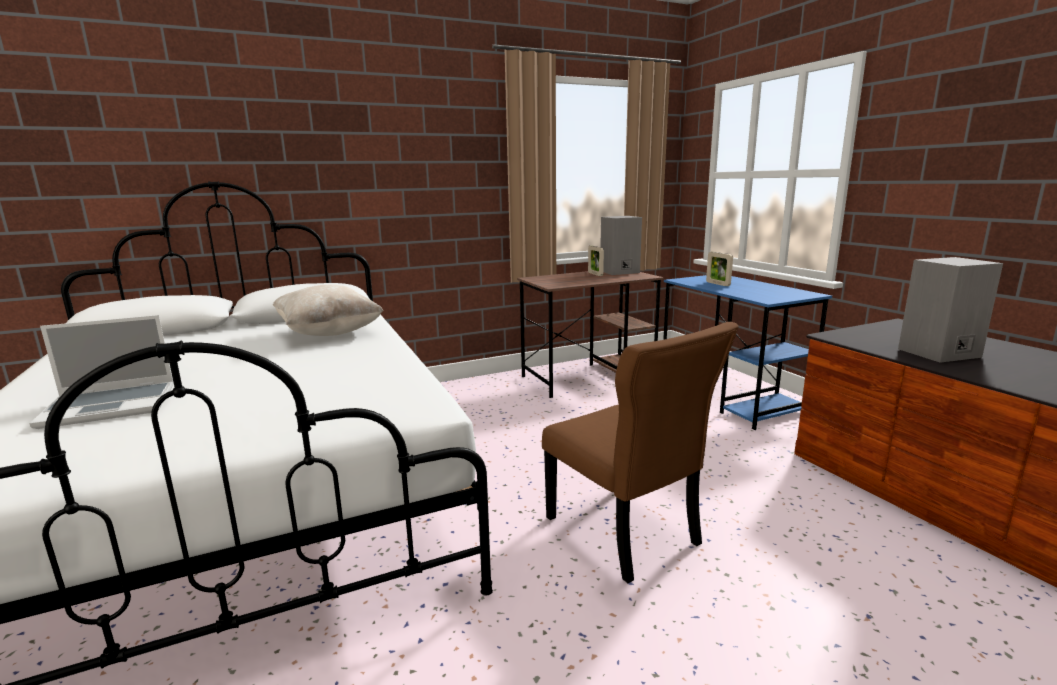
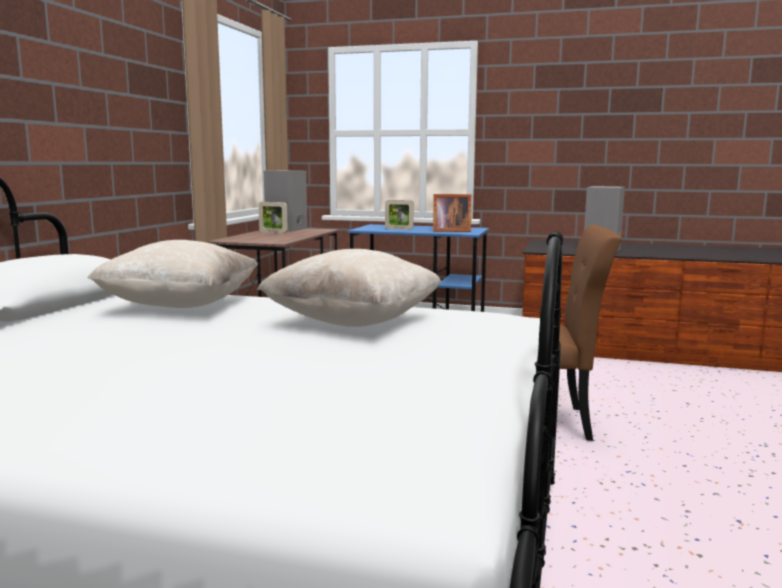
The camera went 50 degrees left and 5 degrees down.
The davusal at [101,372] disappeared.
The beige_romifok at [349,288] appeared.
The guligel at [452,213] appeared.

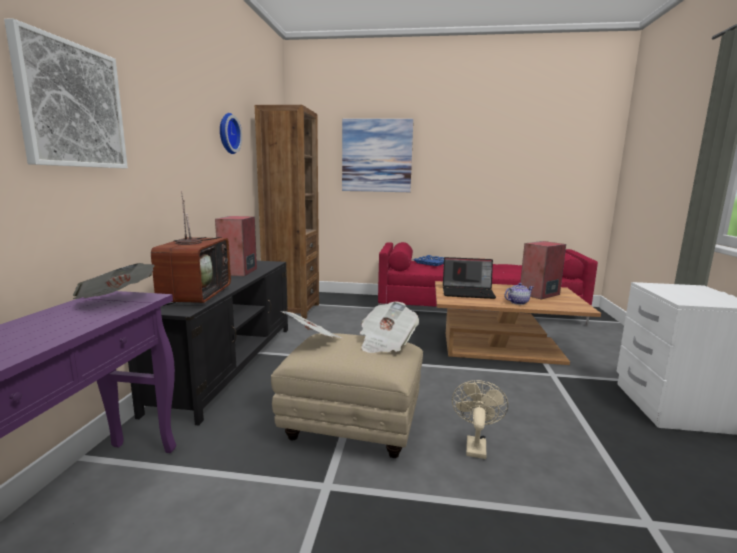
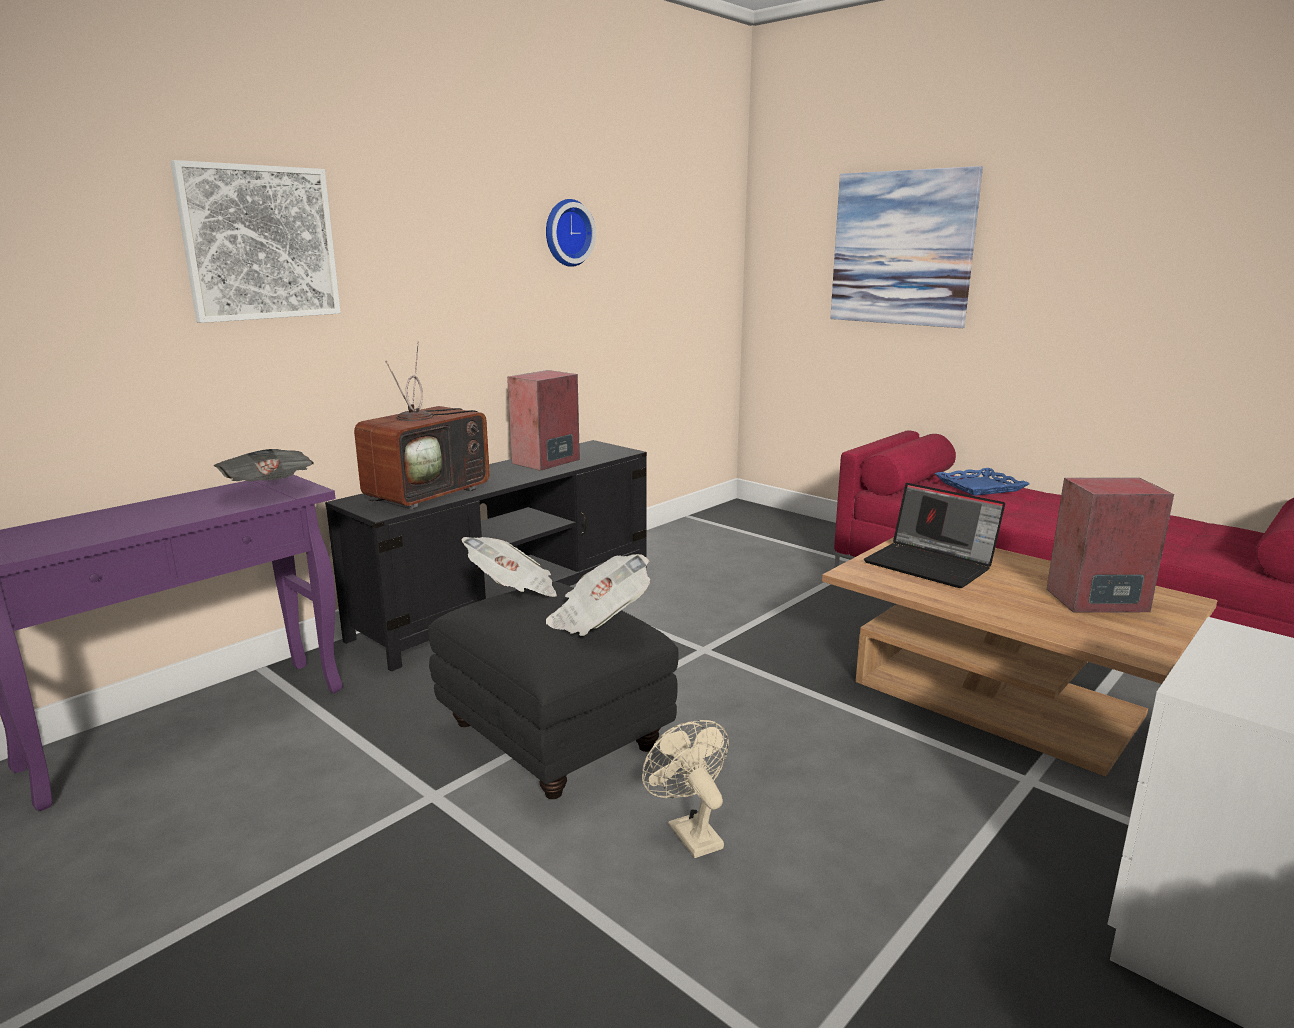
The camera went 35 degrees right and 5 degrees up.
The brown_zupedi at [287,212] disappeared.
The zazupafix at [518,294] disappeared.
The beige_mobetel at [347,395] became the black_mobetel at [553,690].
The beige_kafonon at [480,419] turned 75 degrees counterclockwise.

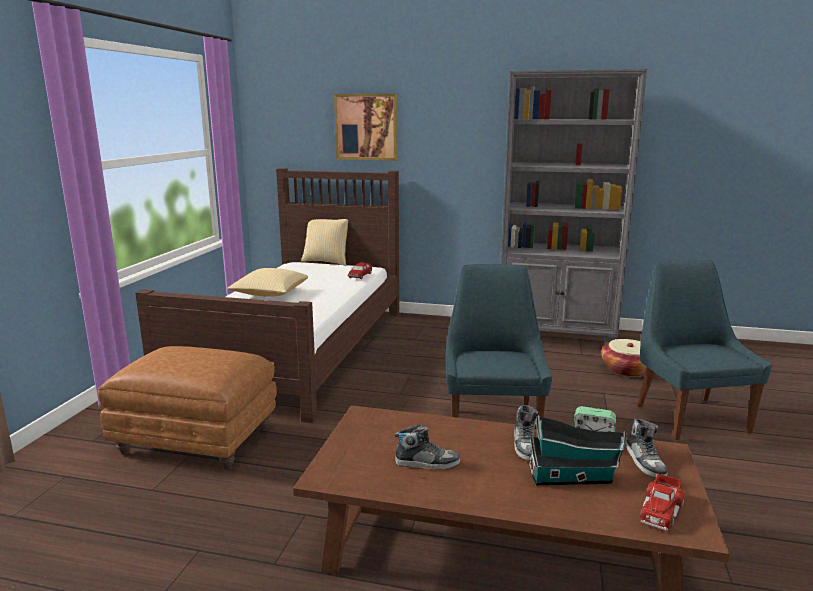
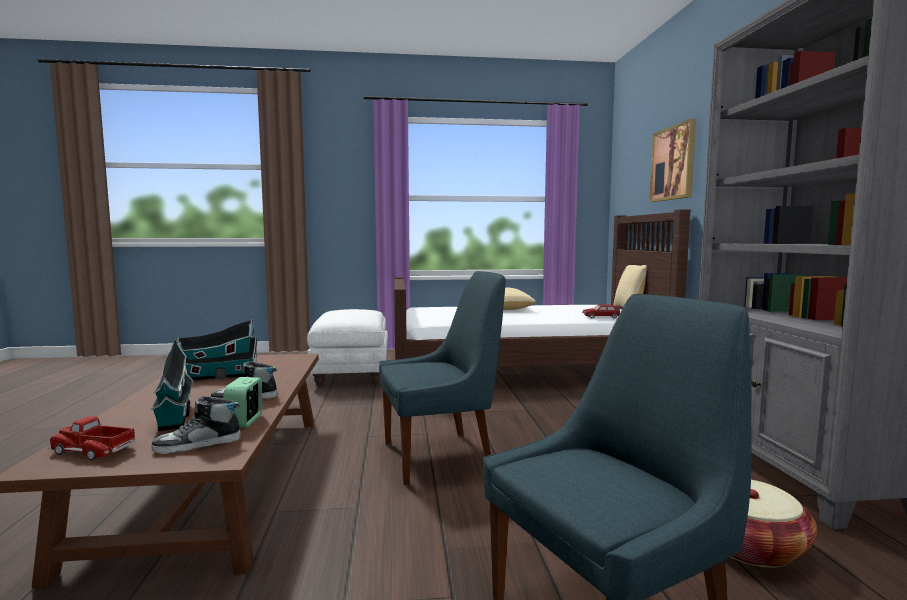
The camera went 70 degrees right and 10 degrees down.
The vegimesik at [427,447] was replaced by the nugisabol at [217,349].
The brown_mobetel at [187,408] became the white_mobetel at [347,348].

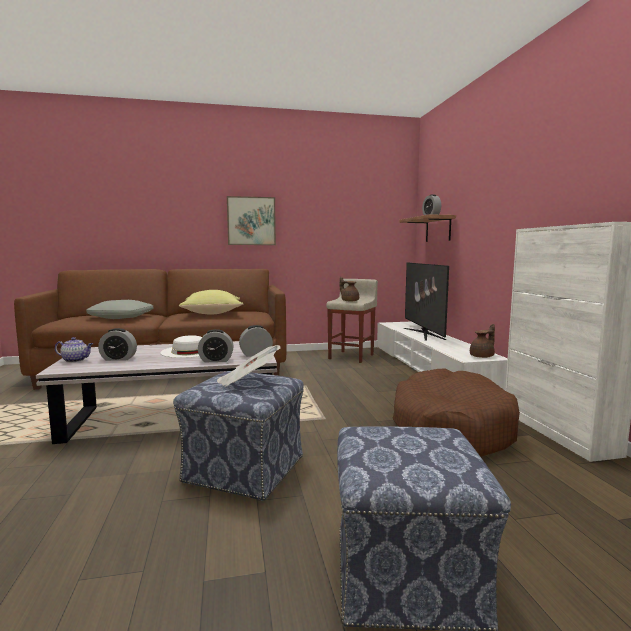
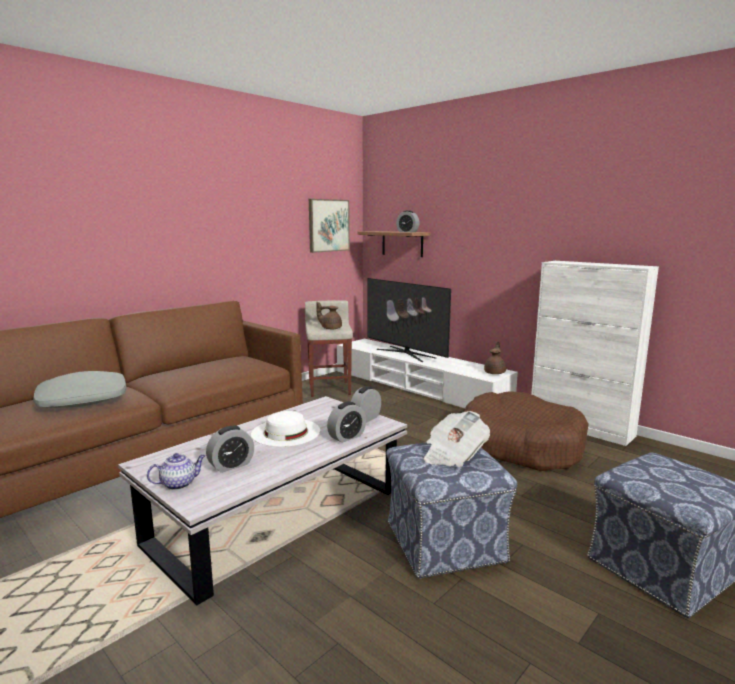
The camera went 35 degrees left and 5 degrees up.
The yellow_romifok at [211,302] disappeared.
The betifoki moved from [251,220] to [329,226].

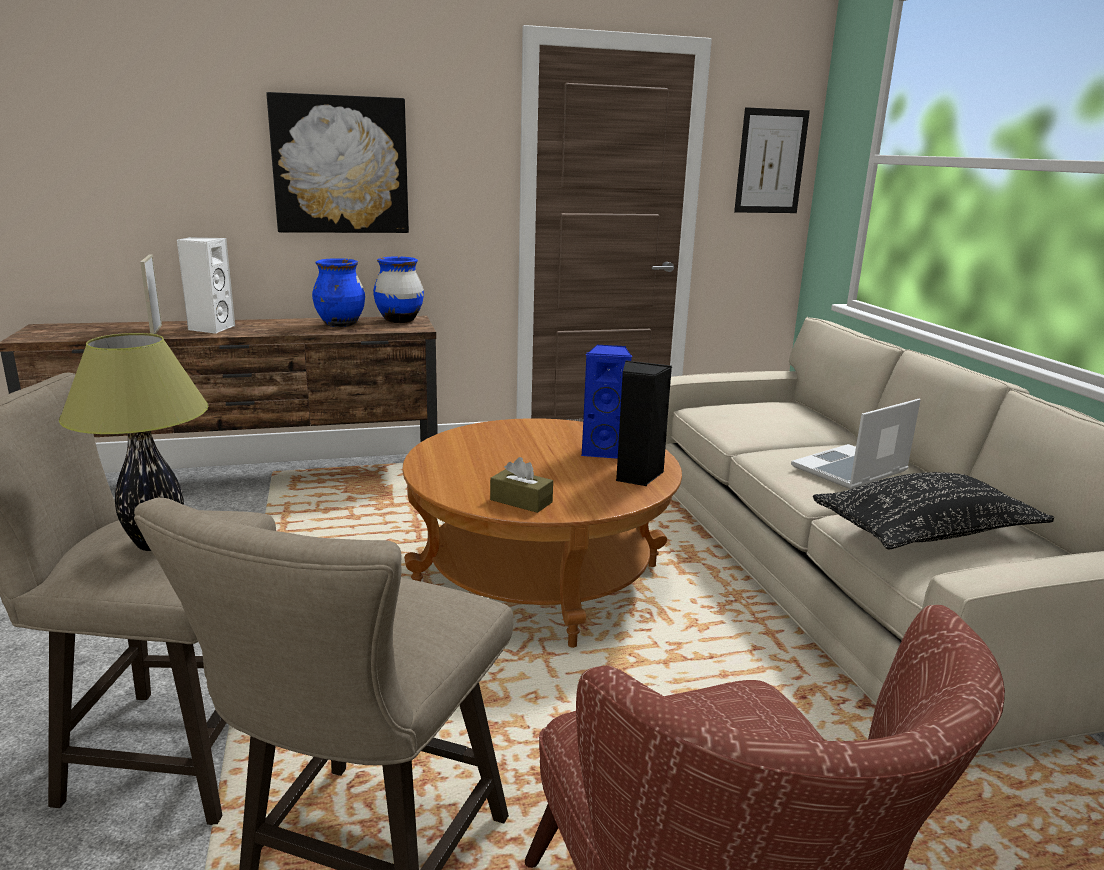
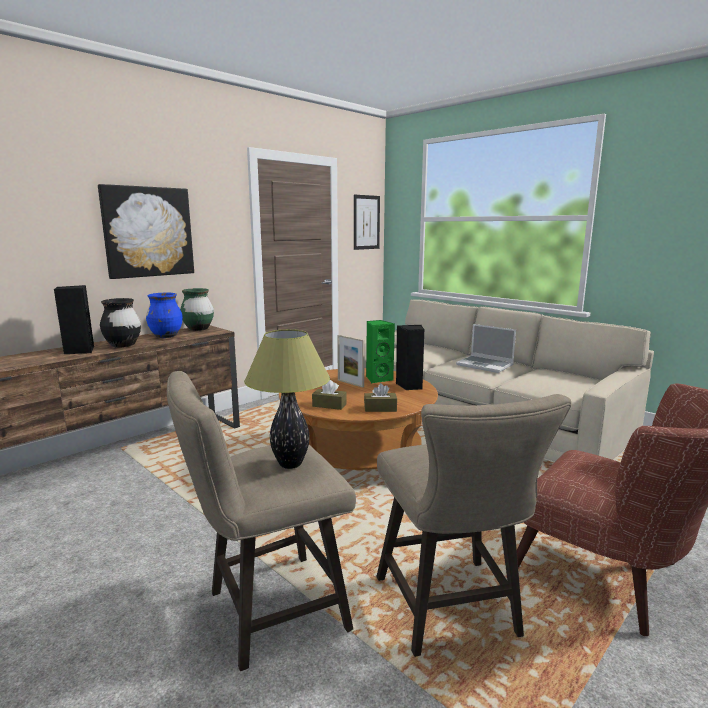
The camera went 30 degrees left and 5 degrees down.
The black_romifok at [933,510] disappeared.
The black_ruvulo at [120,323] appeared.
The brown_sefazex at [329,395] appeared.
The guligel moved from [151,294] to [351,361].
The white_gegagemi at [206,285] became the black_gegagemi at [74,319].
The blue_ruvulo at [398,289] became the green_ruvulo at [197,309].
The blue_gegagemi at [606,402] became the green_gegagemi at [380,351].
The davusal at [856,444] turned 75 degrees counterclockwise.

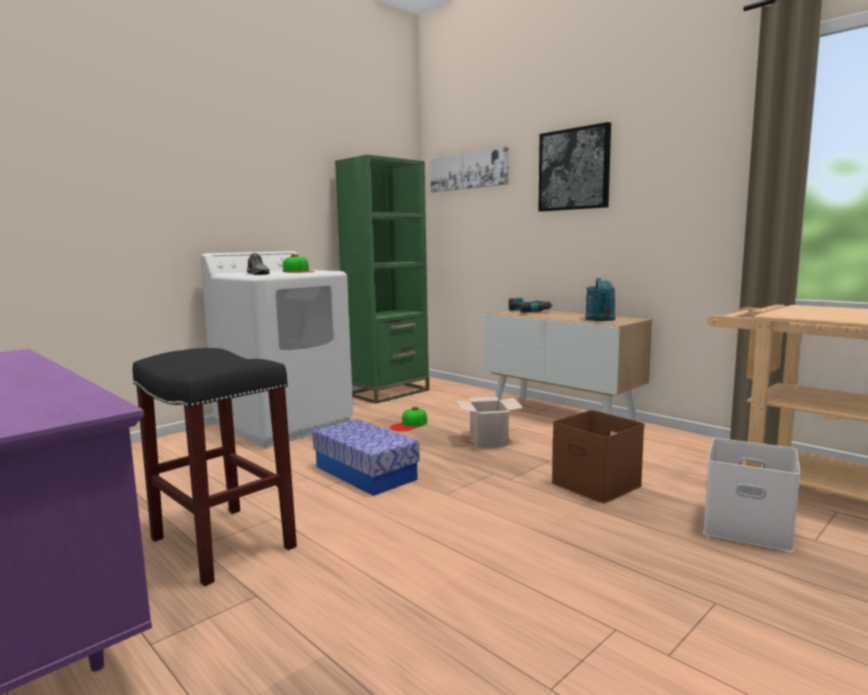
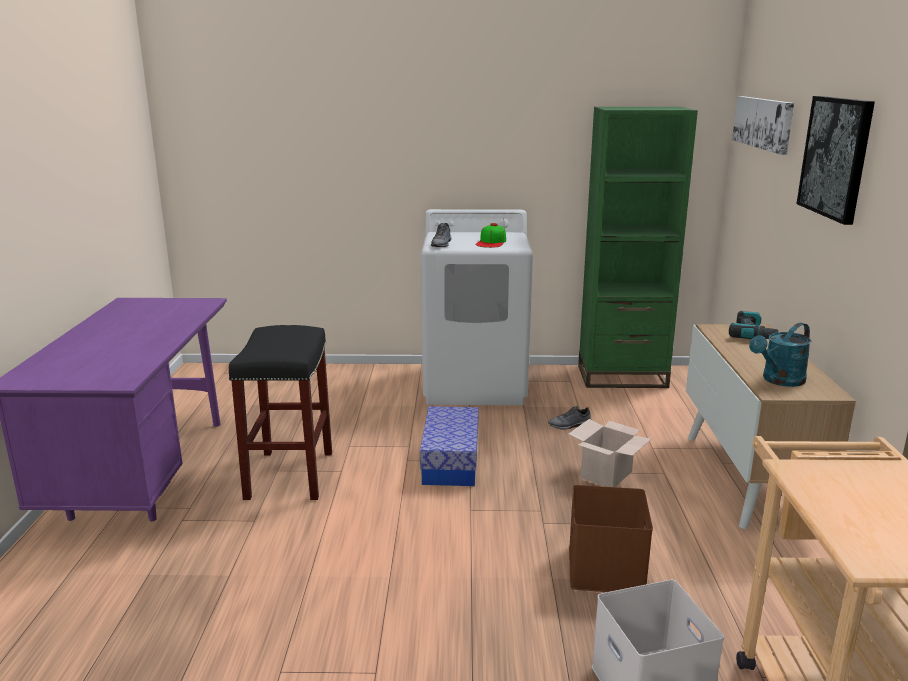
The camera went 45 degrees right and 10 degrees up.
The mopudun at [409,419] was replaced by the grey_vegimesik at [570,418].

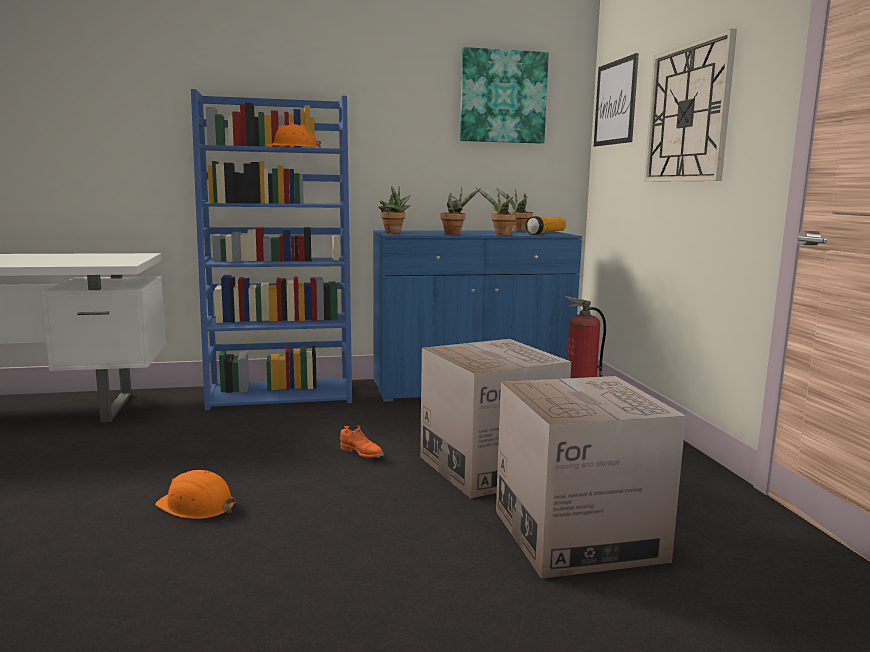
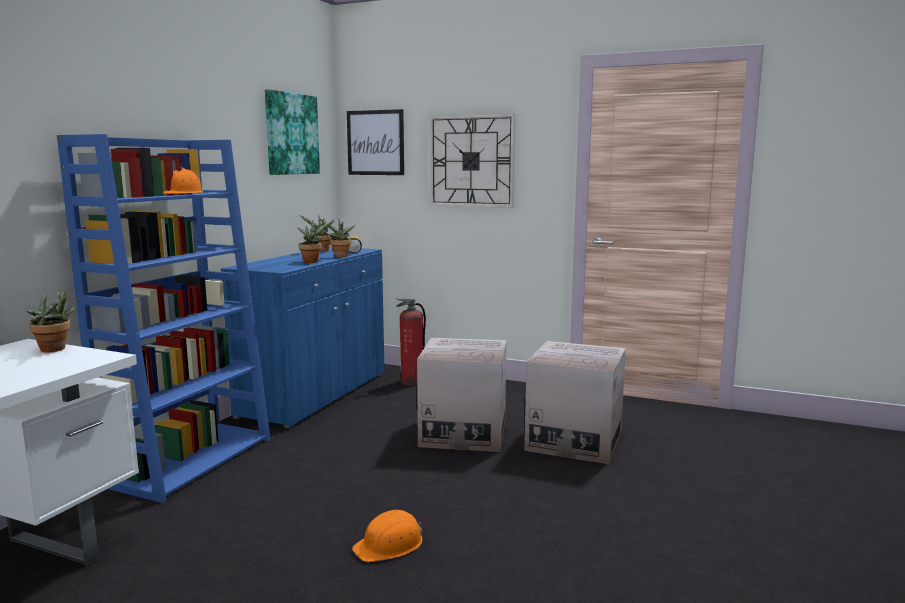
The camera went 55 degrees left and 0 degrees up.
The orange_vegimesik at [362,441] disappeared.
The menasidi moved from [394,209] to [51,319].

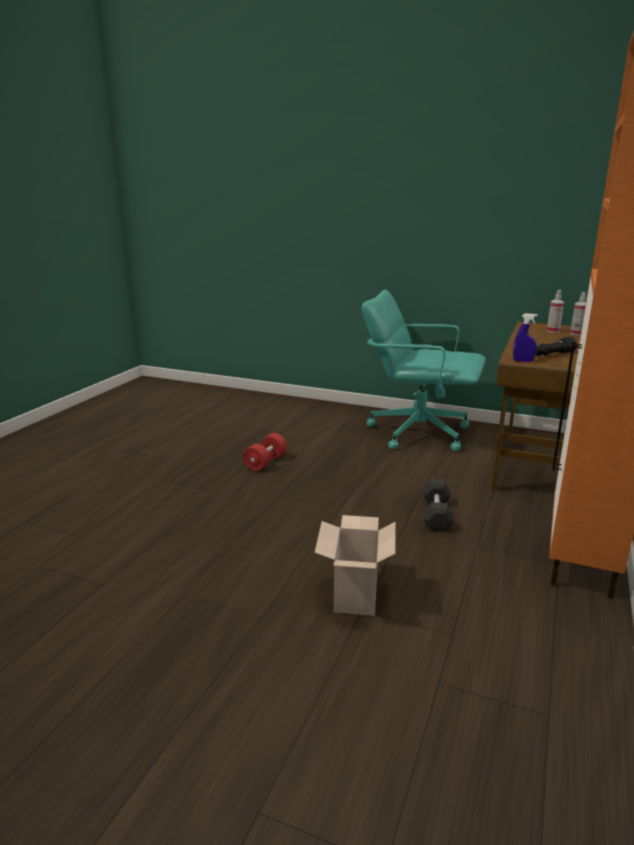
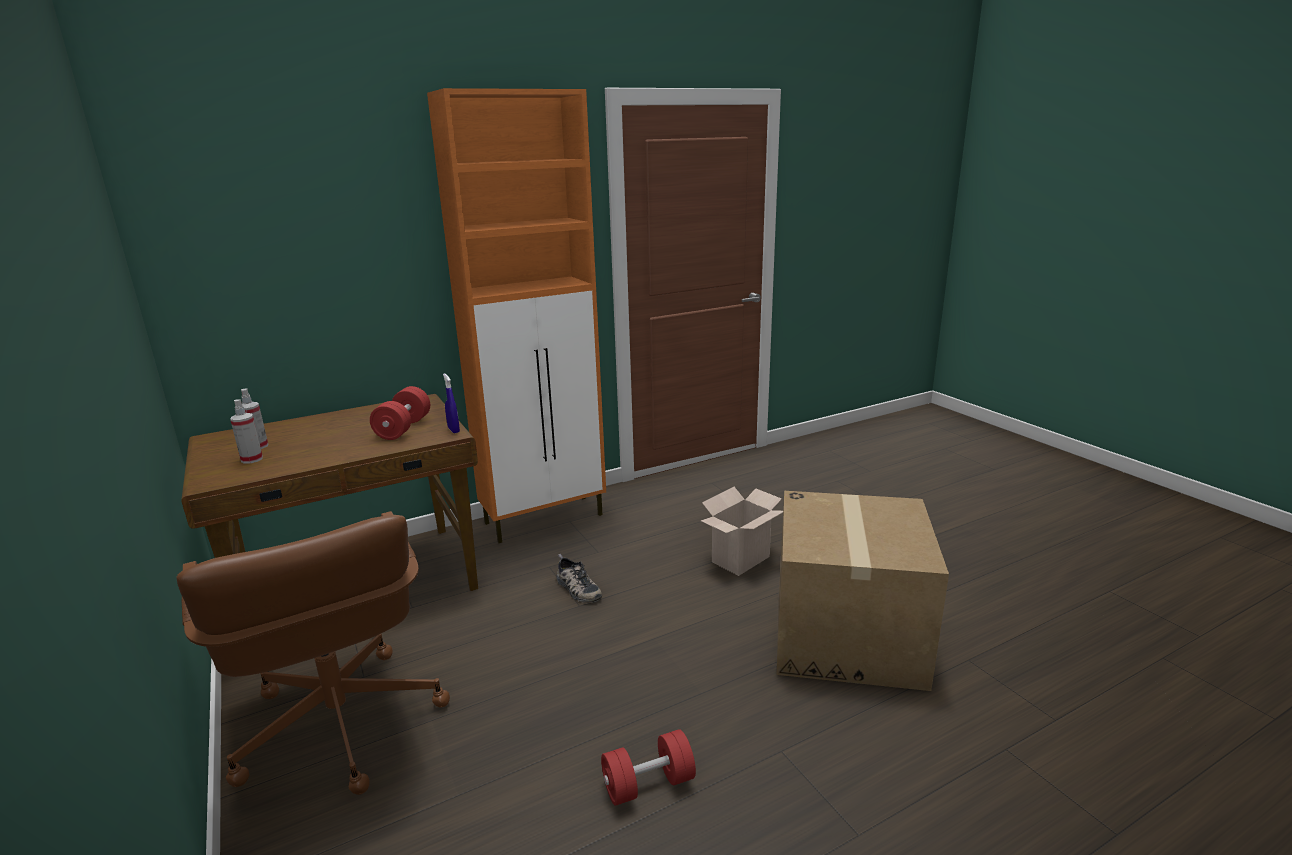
The camera went 140 degrees left and 0 degrees up.
The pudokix at [863,591] appeared.
The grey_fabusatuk at [438,505] was replaced by the vegimesik at [579,578].
The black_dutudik at [556,346] was replaced by the red_fabusatuk at [400,413].
The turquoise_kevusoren at [423,370] became the brown_kevusoren at [313,653].

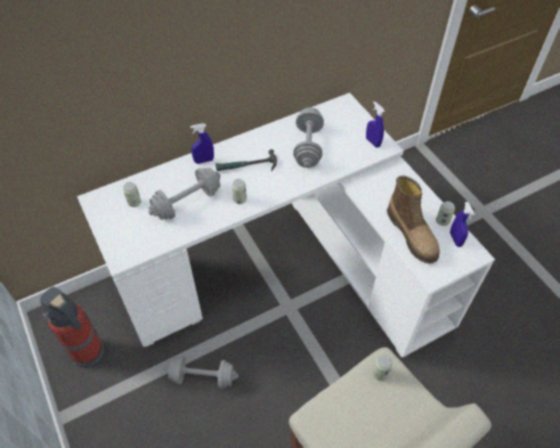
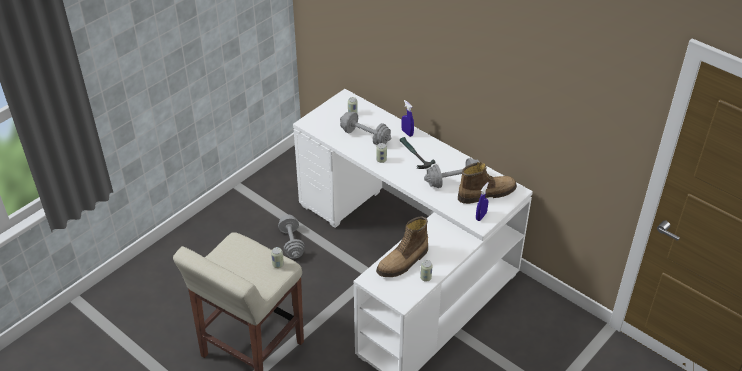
The camera went 70 degrees right and 10 degrees down.
The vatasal at [72,327] disappeared.
The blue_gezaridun at [462,224] disappeared.
The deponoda at [487,183] appeared.

